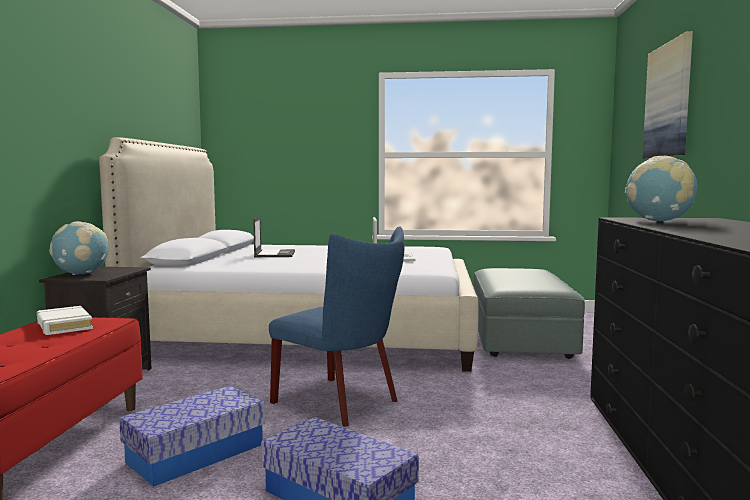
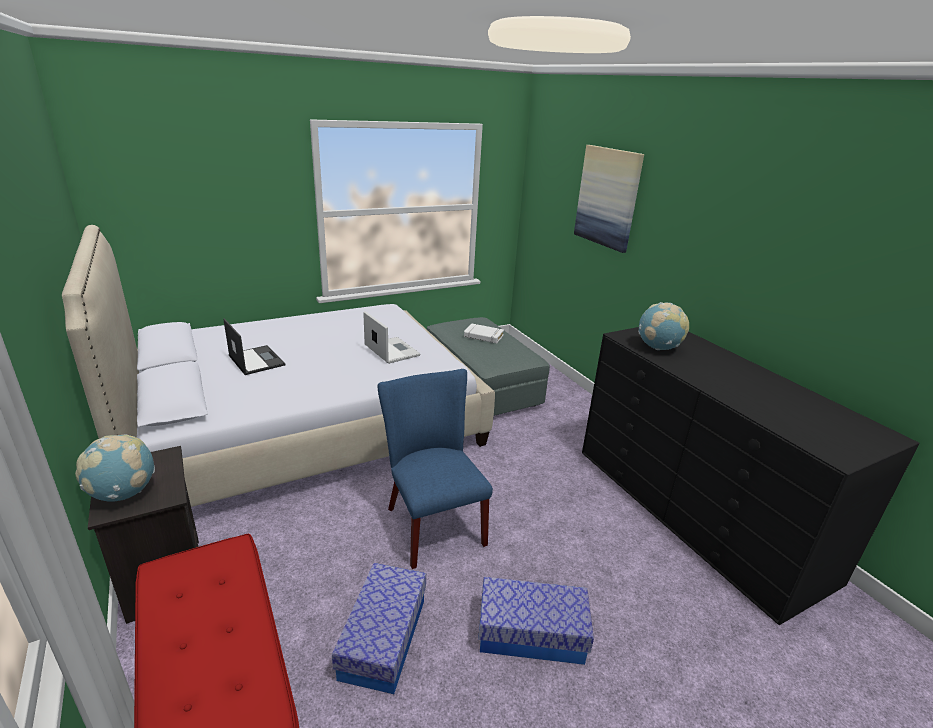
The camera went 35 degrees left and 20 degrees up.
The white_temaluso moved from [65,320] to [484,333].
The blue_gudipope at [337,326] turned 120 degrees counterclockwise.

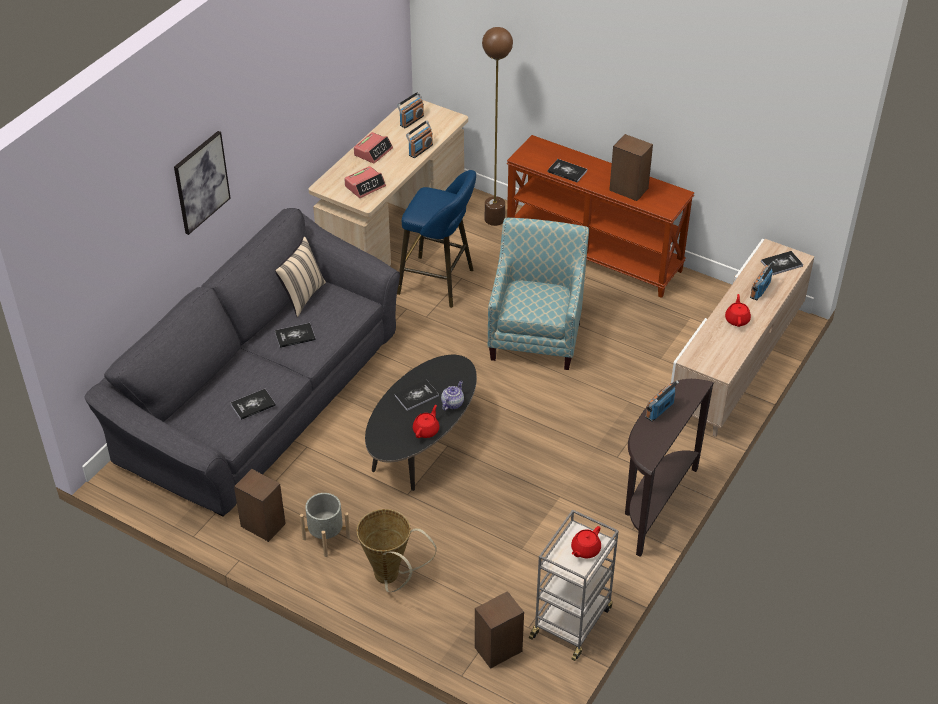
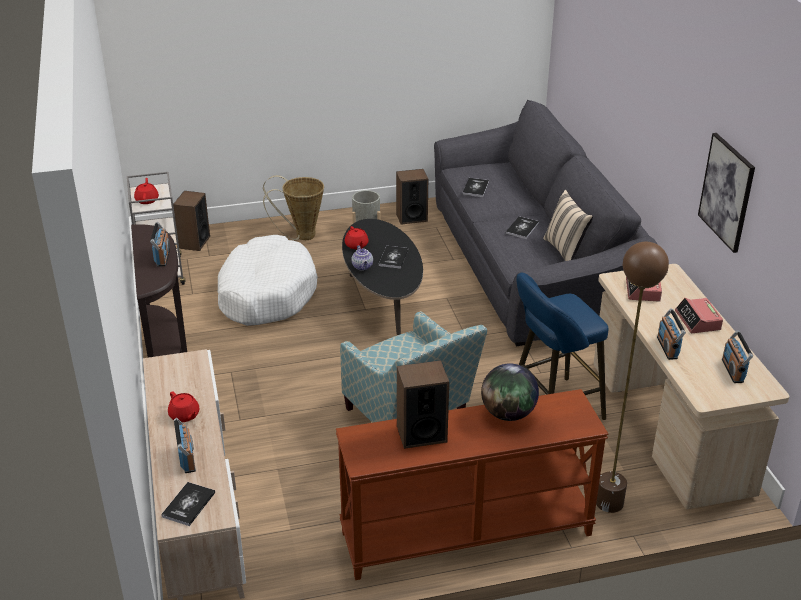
The camera went 135 degrees right and 10 degrees down.
The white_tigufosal at [267,280] appeared.
The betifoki moved from [202,183] to [726,193].
The temaluso at [567,171] was replaced by the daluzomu at [510,392].

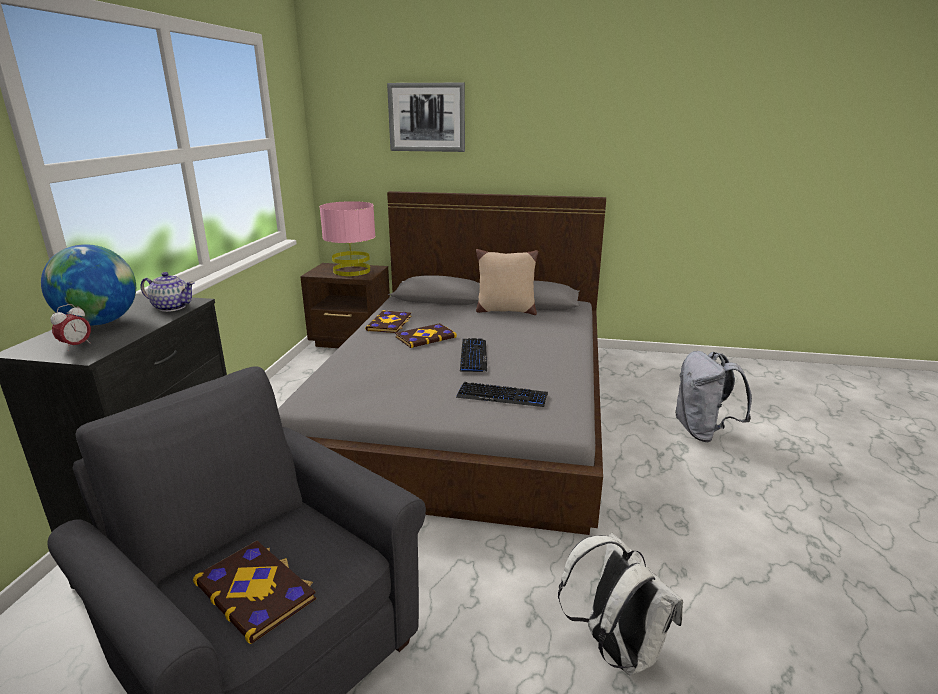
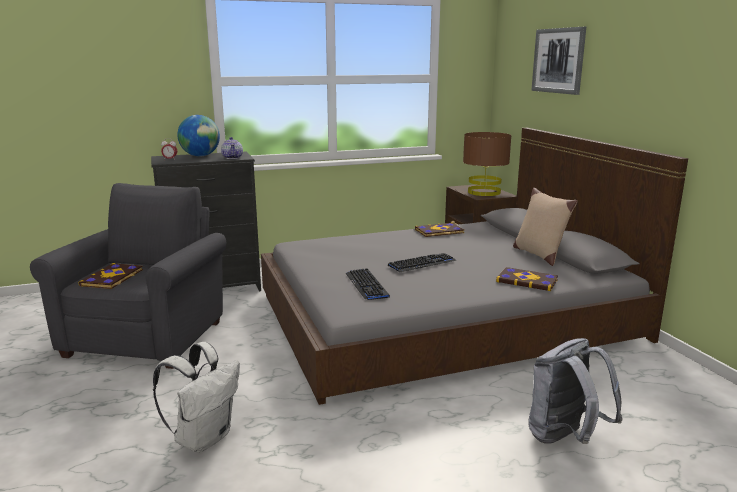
The camera went 60 degrees right and 5 degrees down.
The temaluso moved from [426,335] to [527,279].
The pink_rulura at [348,238] became the brown_rulura at [487,164].

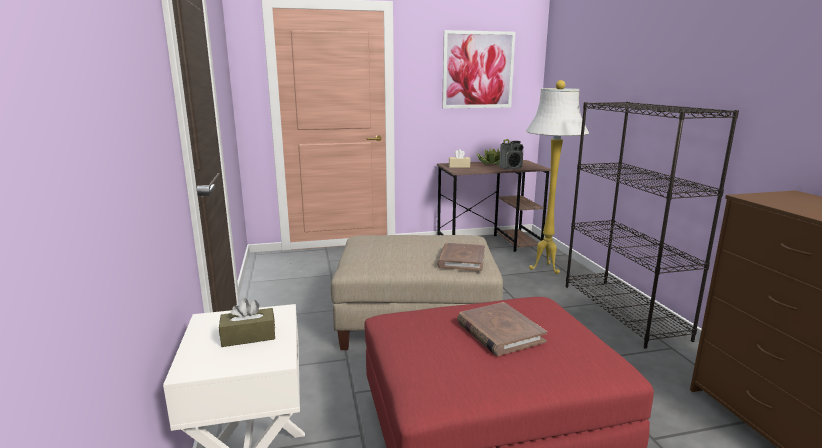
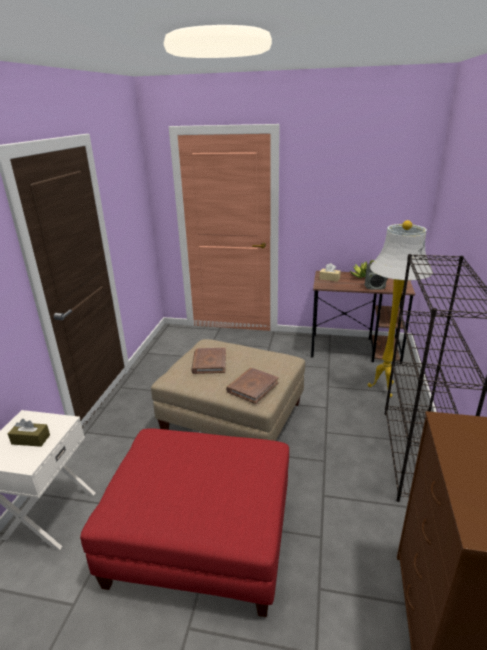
The camera went 25 degrees right and 10 degrees up.
The betifoki at [479,69] disappeared.
The brown_temaluso moved from [502,329] to [208,361].

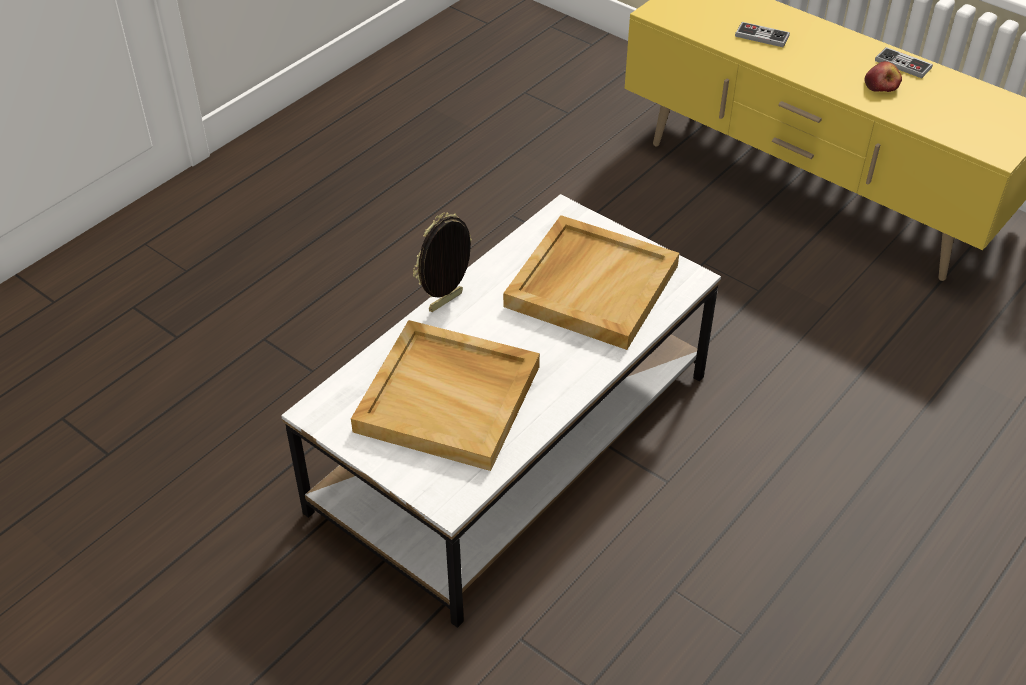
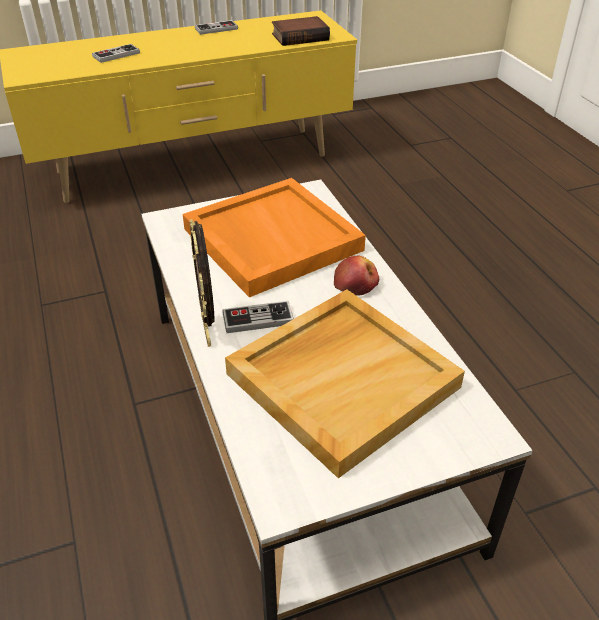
The camera went 60 degrees left and 5 degrees down.
The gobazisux at [258,317] appeared.
The temaluso at [301,31] appeared.
The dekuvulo moved from [883,76] to [356,276].
The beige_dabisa at [591,282] became the orange_dabisa at [274,238].

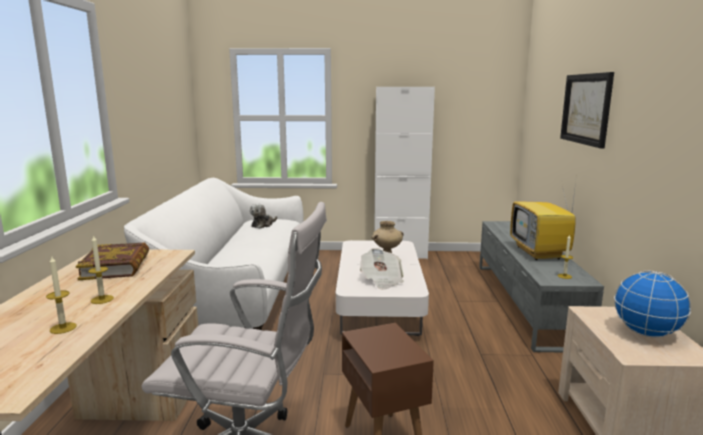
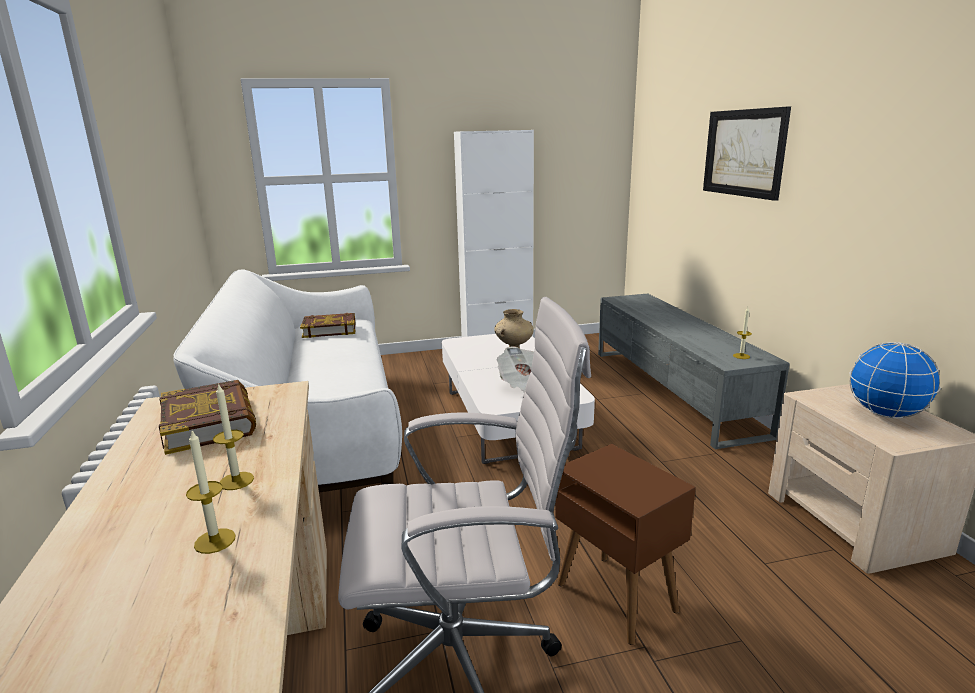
The camera went 15 degrees left and 5 degrees up.
The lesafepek at [543,221] disappeared.
The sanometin at [263,215] was replaced by the temaluso at [327,325].

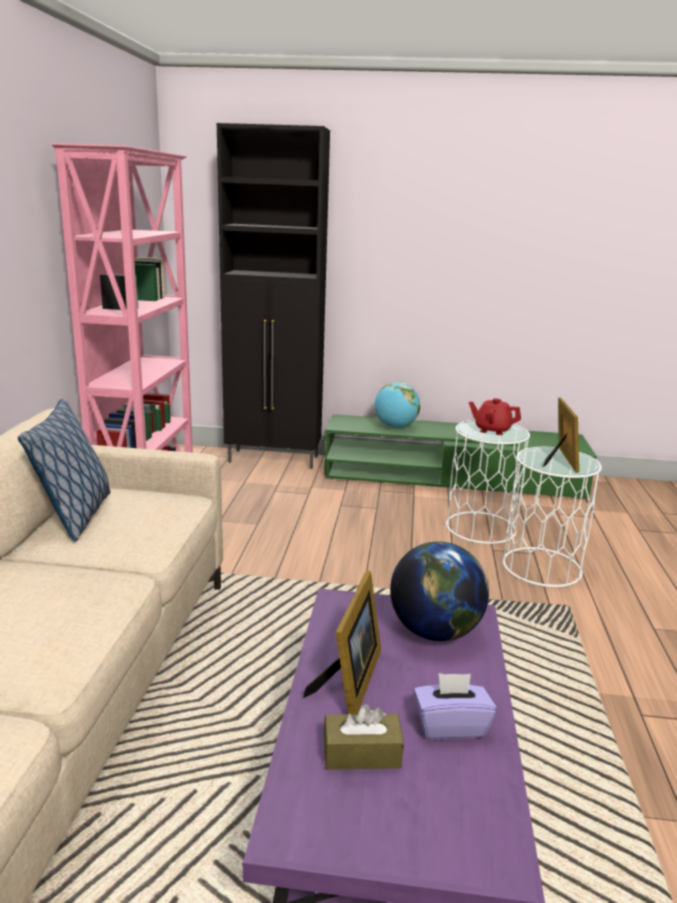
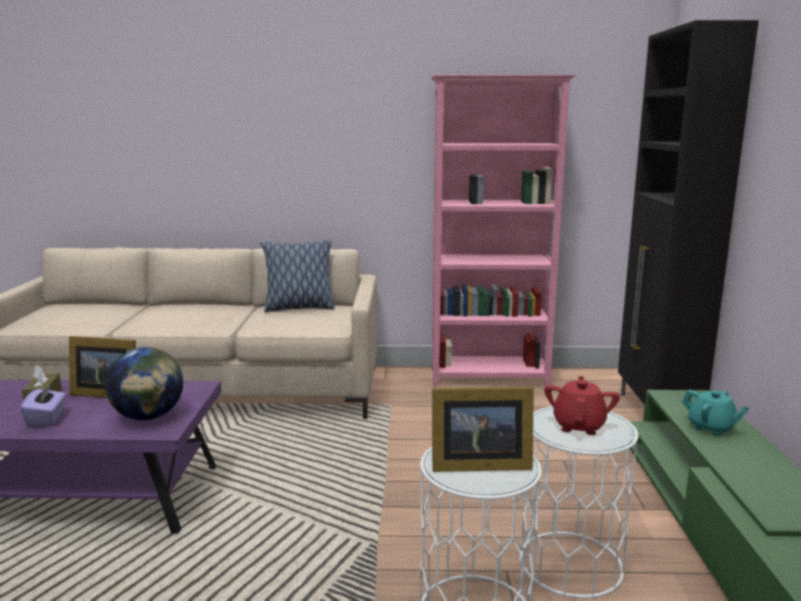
The camera went 85 degrees right and 5 degrees down.
The daluzomu at [397,405] was replaced by the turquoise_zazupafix at [716,412].

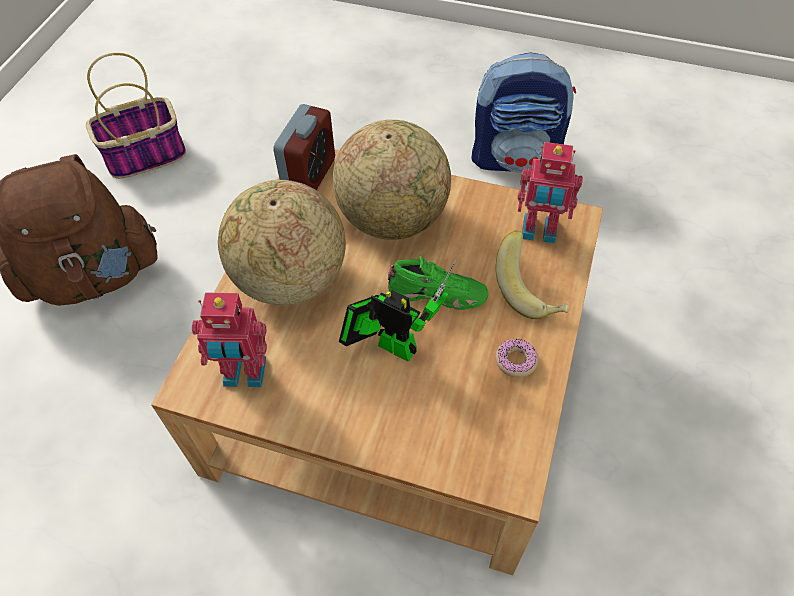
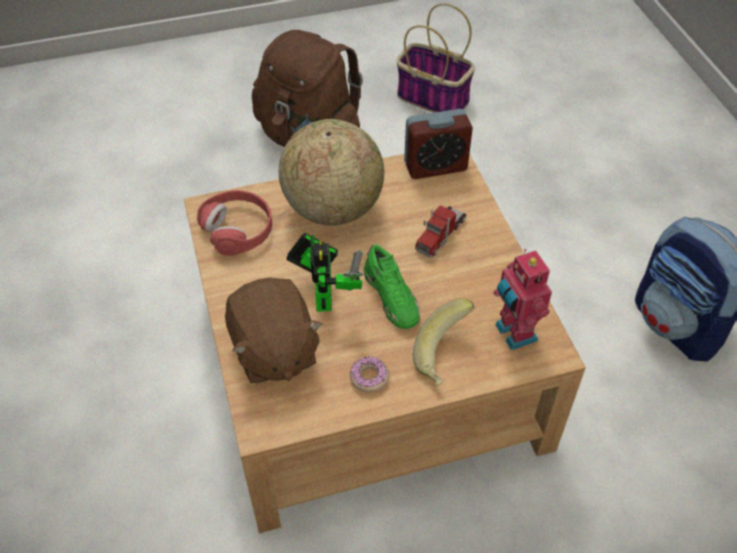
The camera went 55 degrees right and 5 degrees down.
The brown_sanometin at [274,330] appeared.
The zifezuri at [229,340] was replaced by the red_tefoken at [234,223].
The daluzomu at [392,180] was replaced by the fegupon at [440,231].

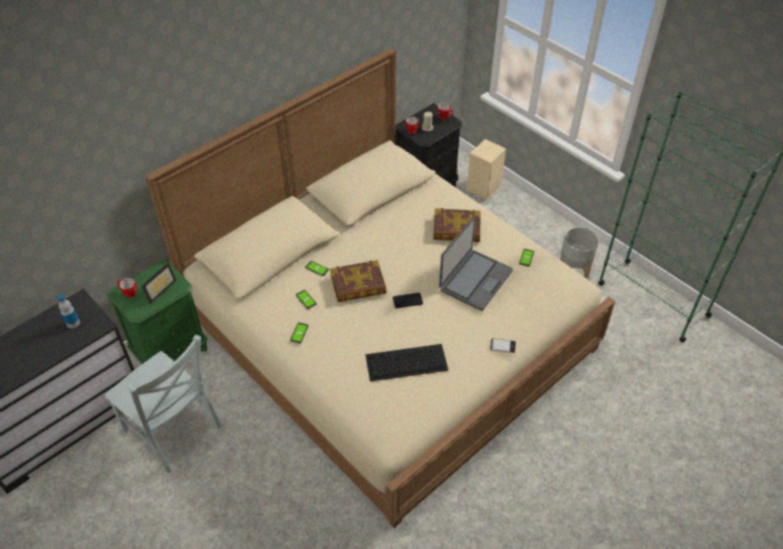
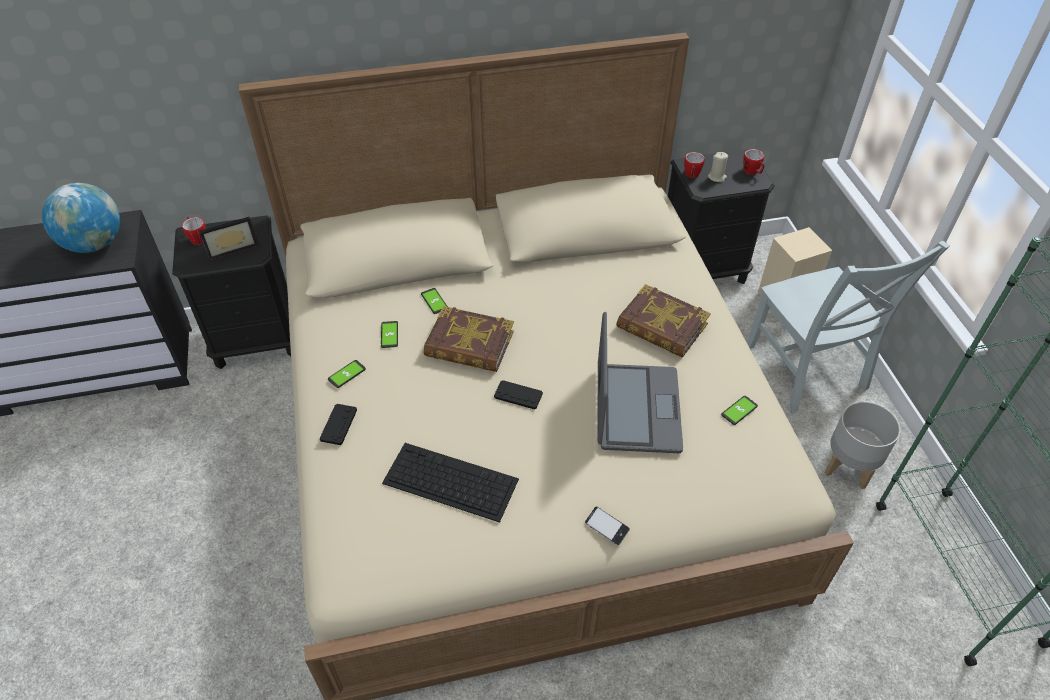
The camera went 30 degrees right and 0 degrees up.
The black_gobazisux at [338,424] appeared.
The grey_gudipope moved from [162,404] to [848,326].
The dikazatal at [68,311] was replaced by the daluzomu at [81,218].
The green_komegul at [156,311] became the black_komegul at [231,292].
The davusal at [476,263] turned 60 degrees counterclockwise.

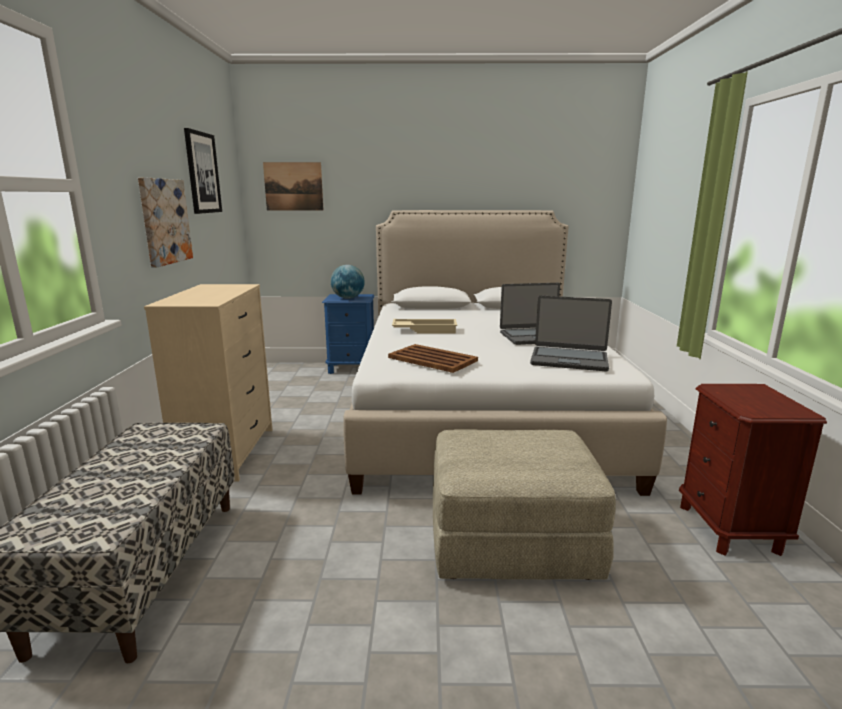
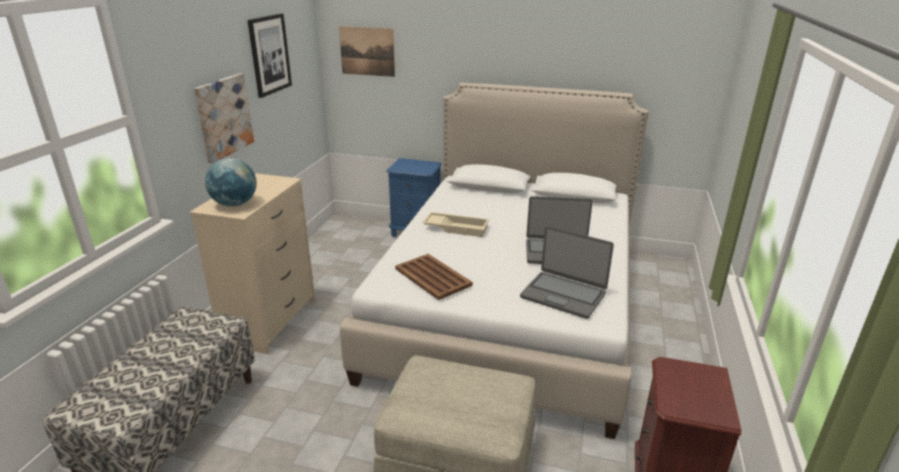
The camera went 15 degrees right and 10 degrees up.
The daluzomu moved from [348,282] to [231,182].

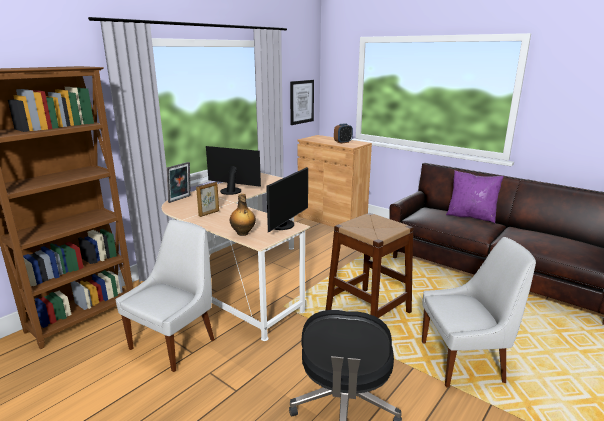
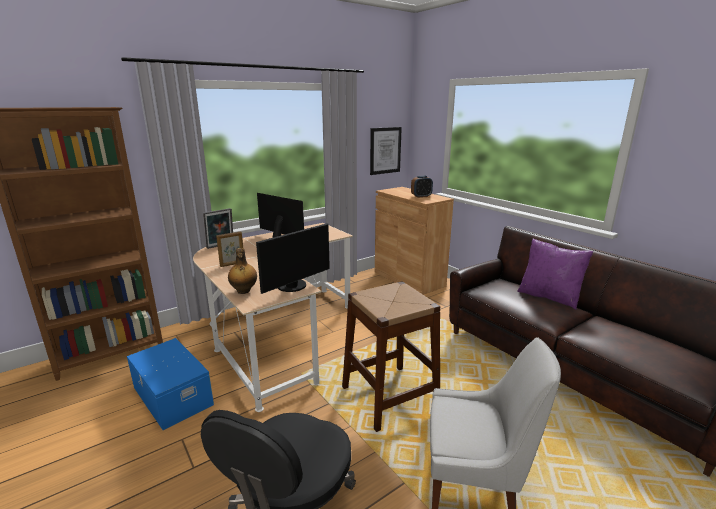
The camera went 15 degrees right and 0 degrees up.
The white_gudipope at [165,296] was replaced by the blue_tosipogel at [170,384].

